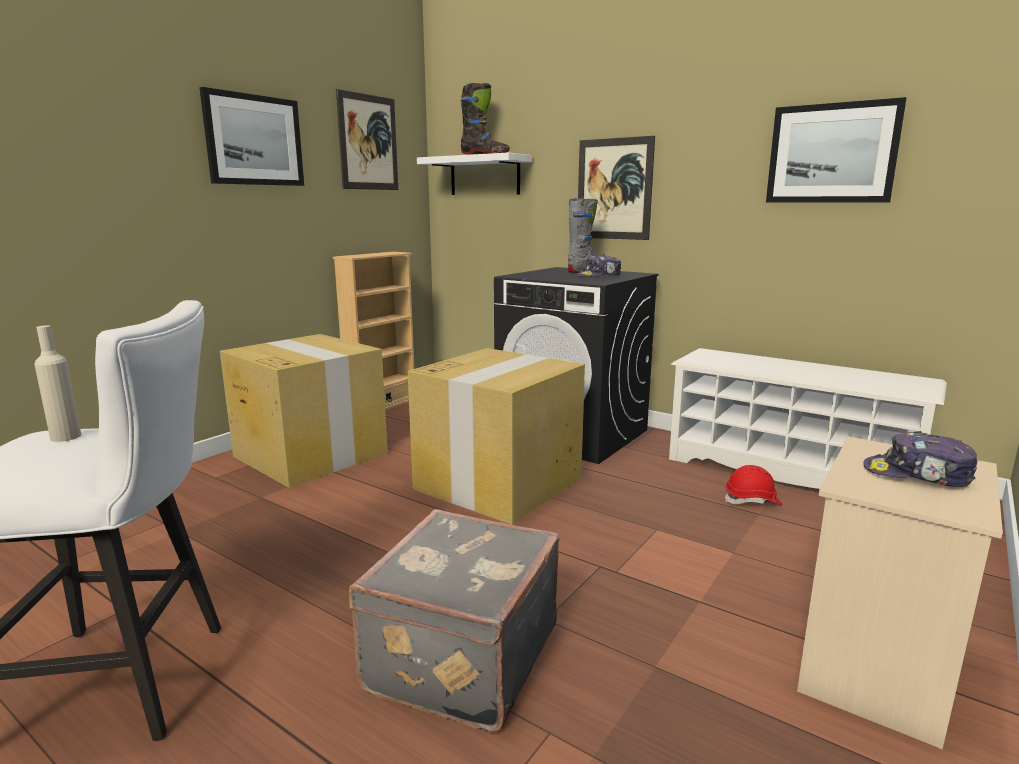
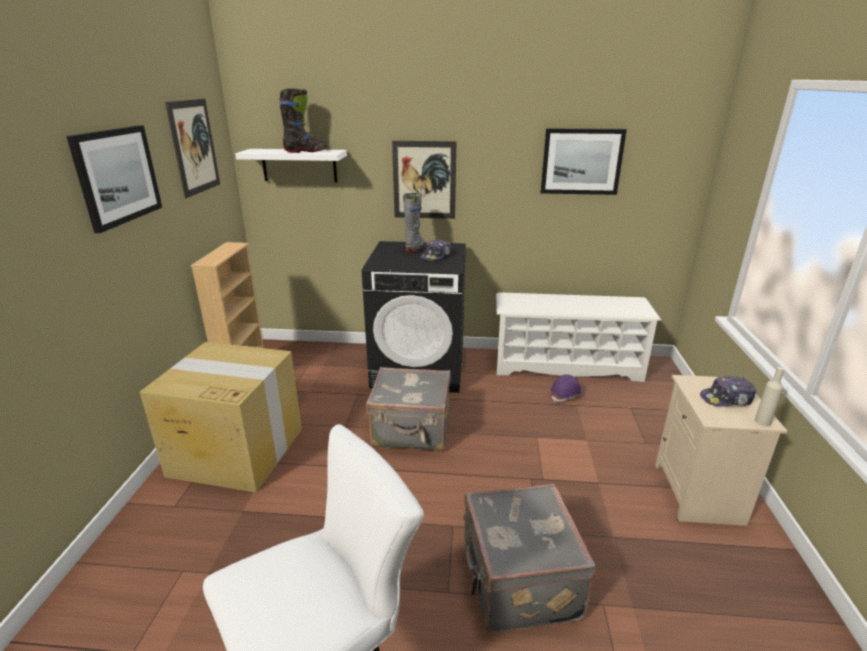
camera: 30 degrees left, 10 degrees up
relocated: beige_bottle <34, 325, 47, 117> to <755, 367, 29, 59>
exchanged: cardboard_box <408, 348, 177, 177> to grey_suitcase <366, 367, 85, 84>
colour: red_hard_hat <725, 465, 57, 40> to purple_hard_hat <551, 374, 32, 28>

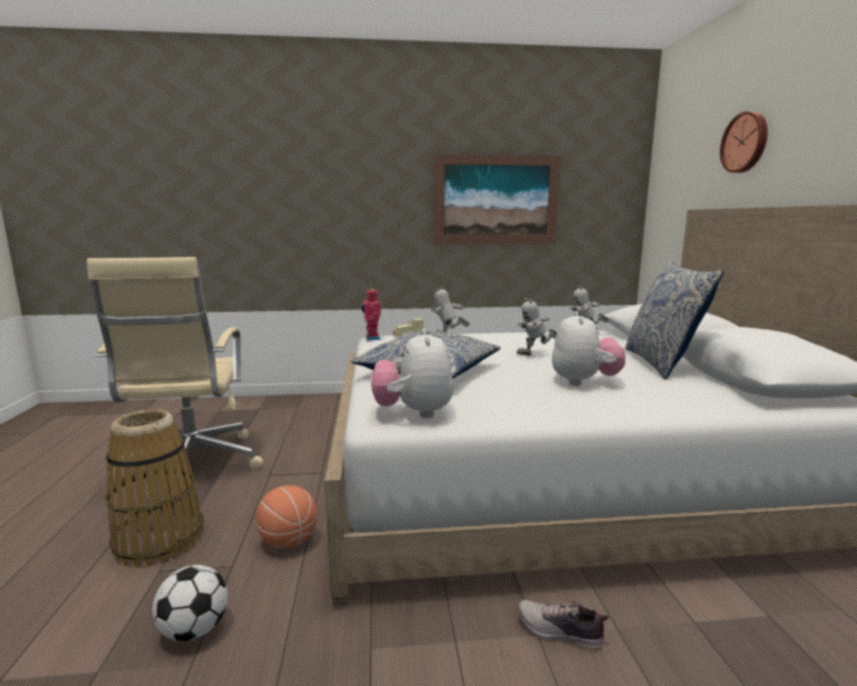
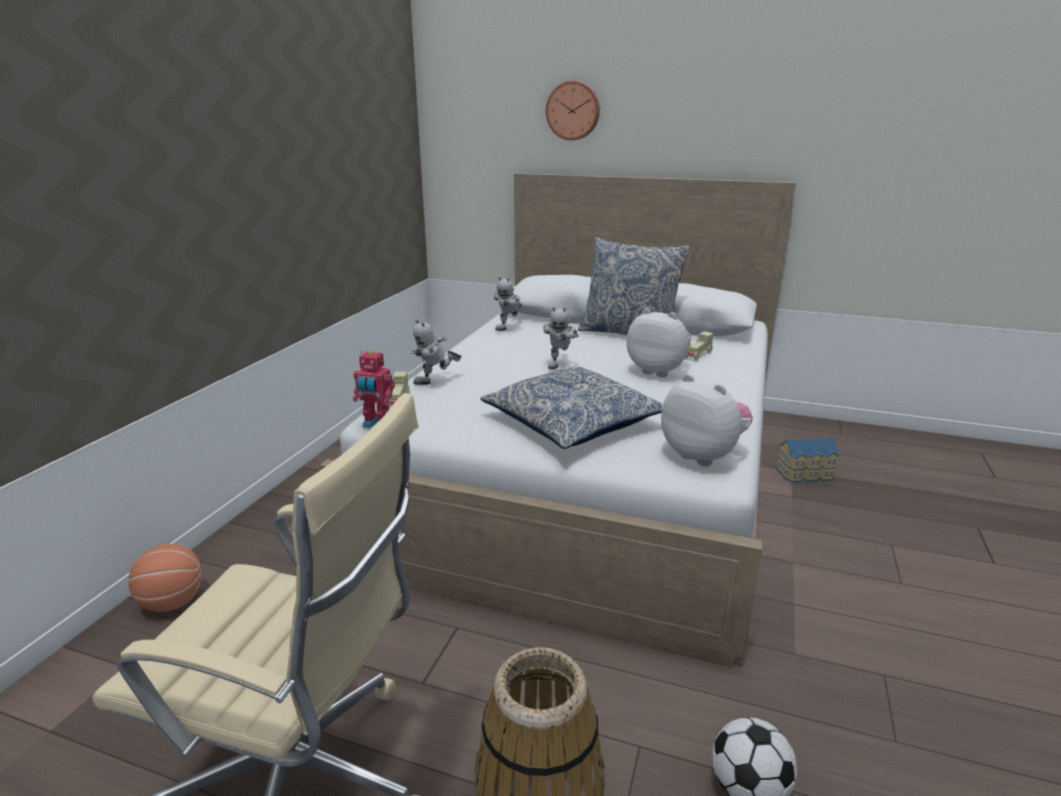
camera: 65 degrees left, 10 degrees up
missing: picture <434, 154, 126, 91>; shoe <518, 600, 91, 49>
appeared: beige_toy_car <685, 331, 29, 30>; toy_house <776, 438, 63, 45>
relocated: basketball <256, 485, 61, 64> to <129, 544, 73, 68>
spun: plush_toy <371, 329, 83, 89> = <661, 374, 92, 92> 150 degrees counterclockwise

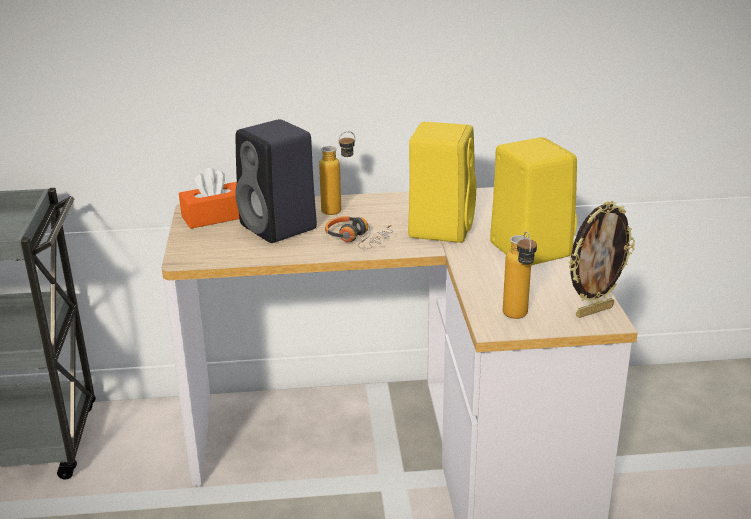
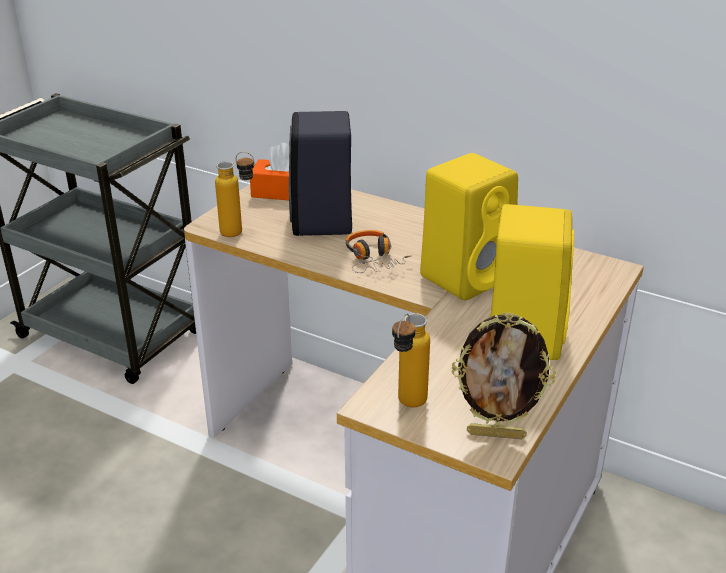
camera: 35 degrees right, 5 degrees up
relocated: bottle <319, 131, 36, 84> to <215, 151, 40, 86>

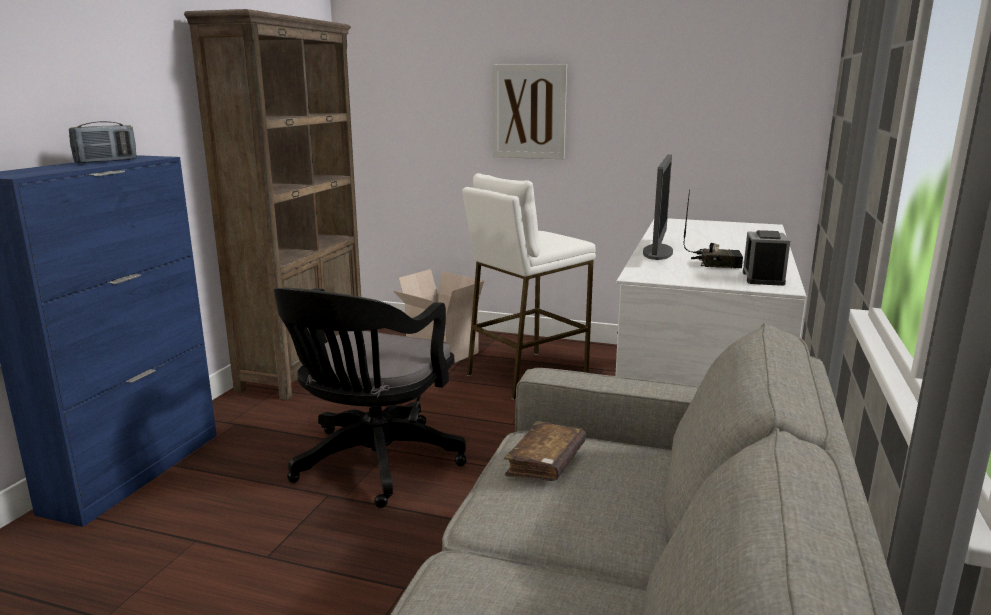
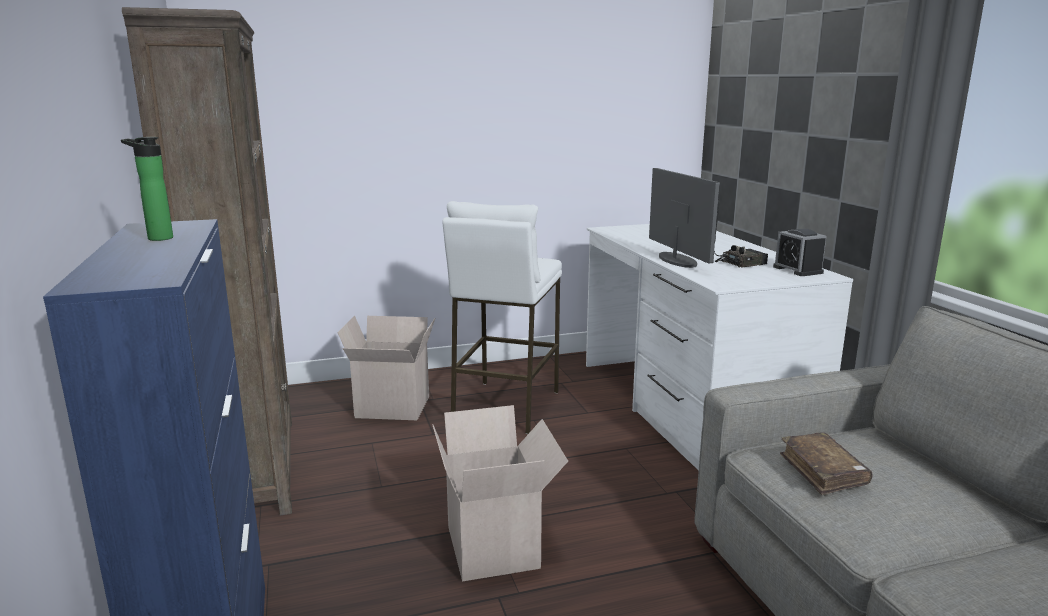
camera: 35 degrees left, 0 degrees up
missing: picture <493, 64, 74, 95>
exchanged: radio <69, 121, 68, 42> to bottle <121, 137, 52, 104>; black_office_chair <274, 287, 193, 221> to cardboard_box <432, 405, 136, 176>

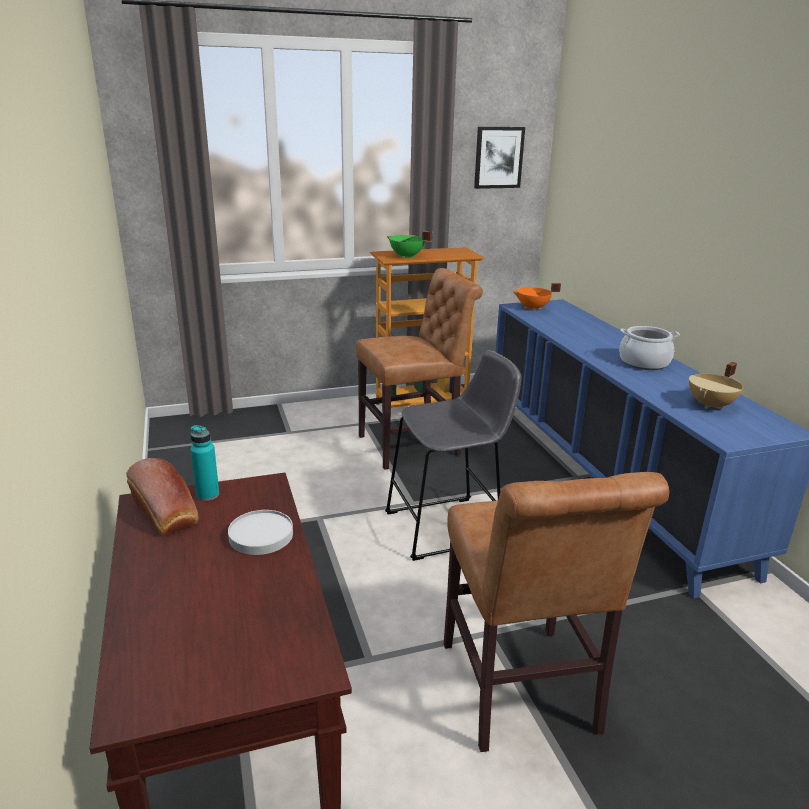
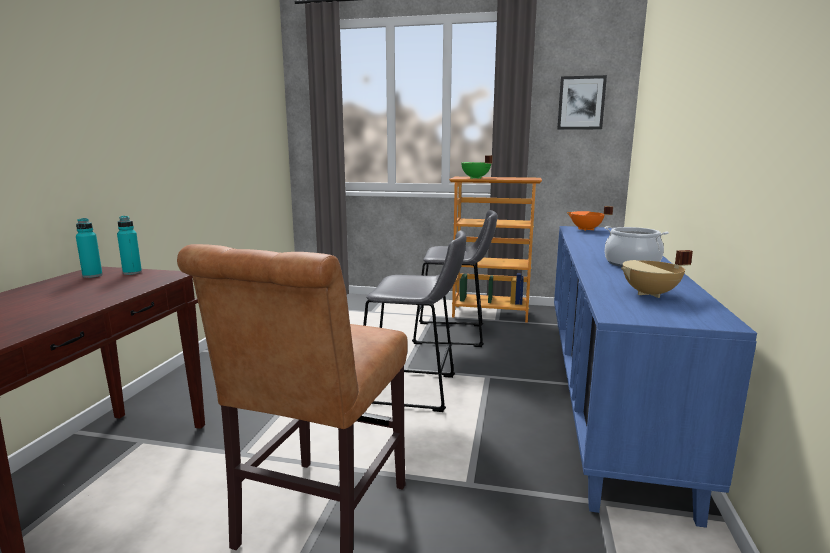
camera: 30 degrees right, 10 degrees down
missing: white_plate <228, 510, 65, 45>
exchanged: bread <126, 458, 73, 78> to turquoise_bottle <76, 218, 27, 60>; brown_chair <356, 268, 127, 202> to grey_stool <412, 210, 85, 137>

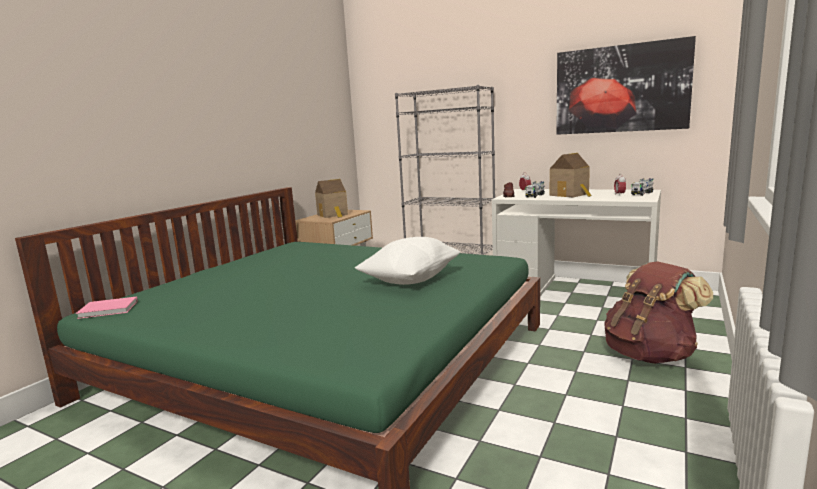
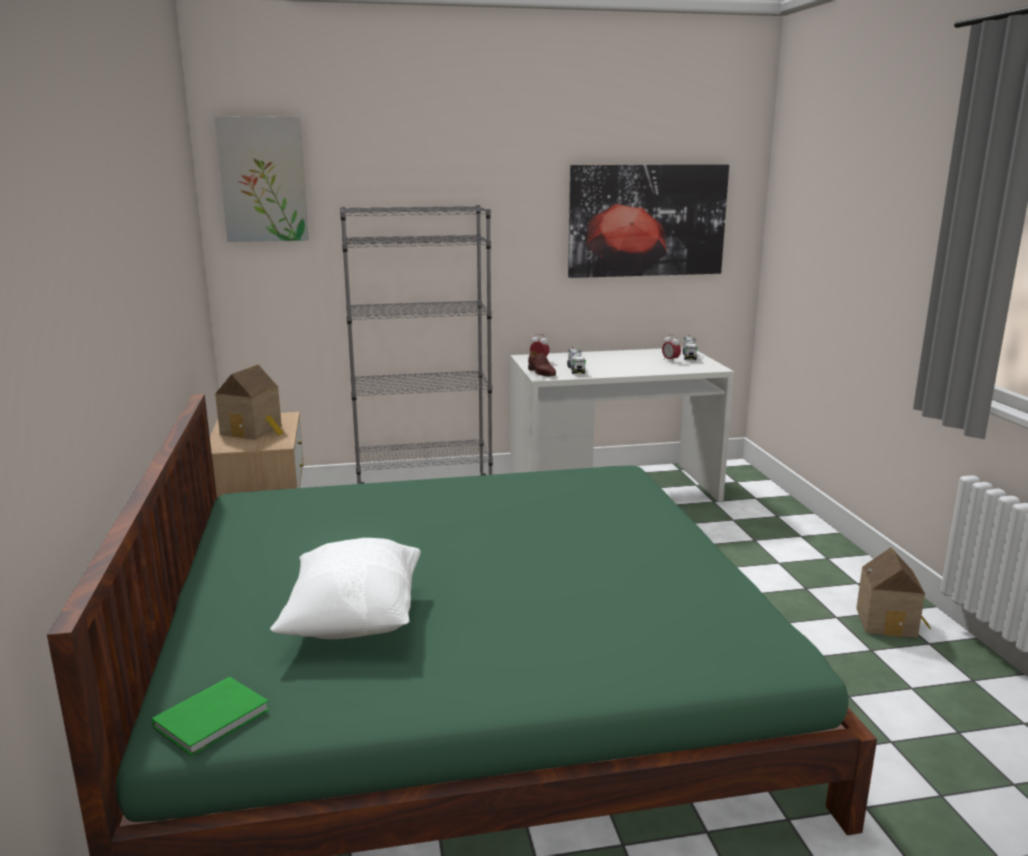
camera: 40 degrees left, 5 degrees up
missing: brown_backpack <604, 261, 109, 103>
appeared: picture <215, 116, 94, 126>
relocated: white_pillow <355, 237, 105, 48> to <270, 538, 151, 101>; toy_house <550, 153, 42, 45> to <856, 547, 75, 91>
colour: pink_book <76, 297, 62, 22> to green_book <152, 677, 117, 79>

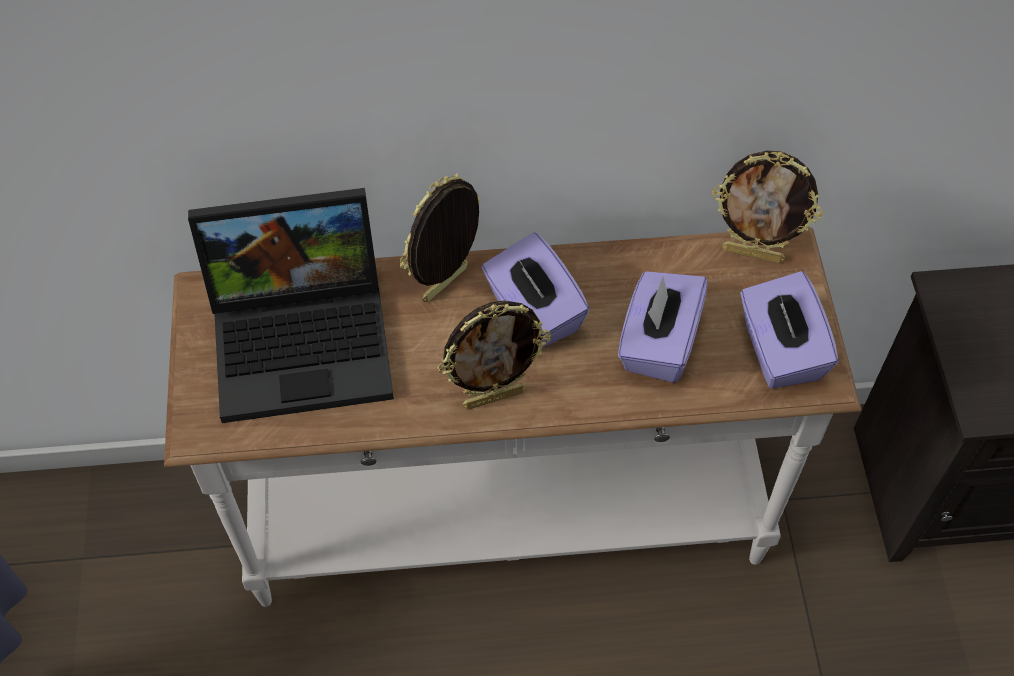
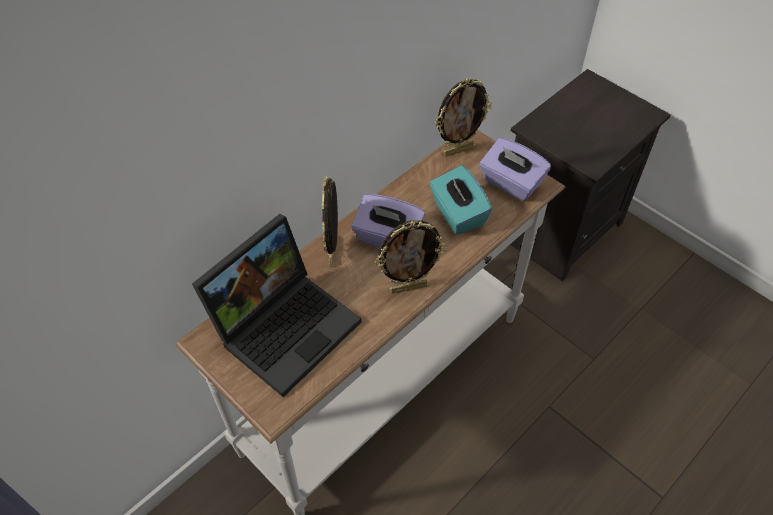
camera: 40 degrees left, 5 degrees down
colour: purple_tissue_box <618, 271, 90, 112> to turquoise_tissue_box <429, 165, 64, 70>
spun: picture_frame <437, 300, 114, 110> = <375, 220, 72, 74> 45 degrees clockwise

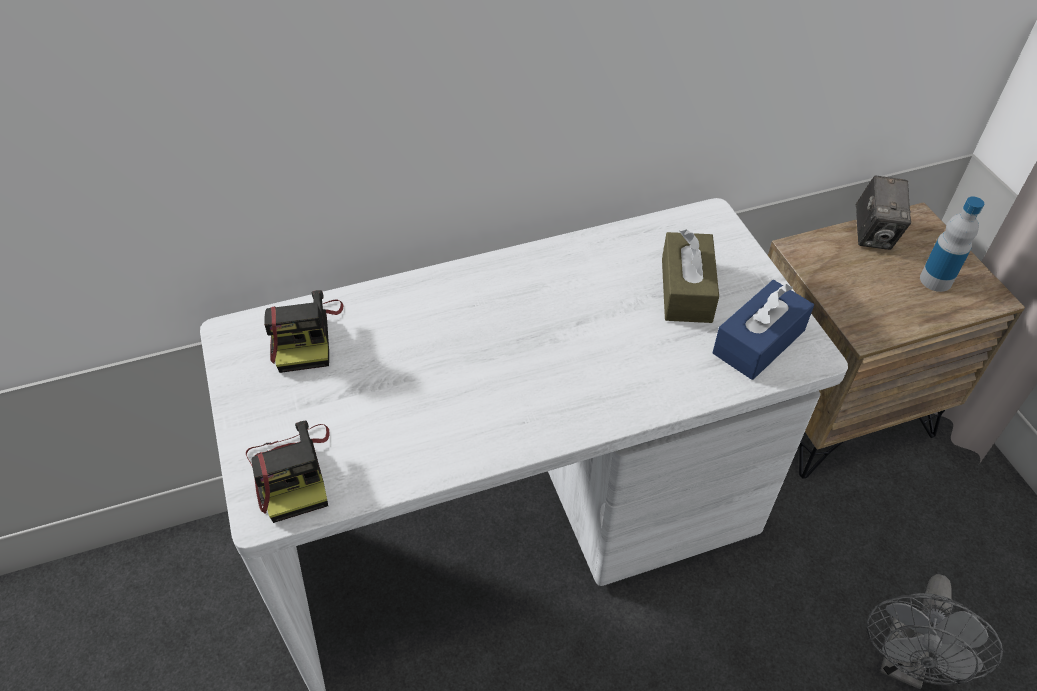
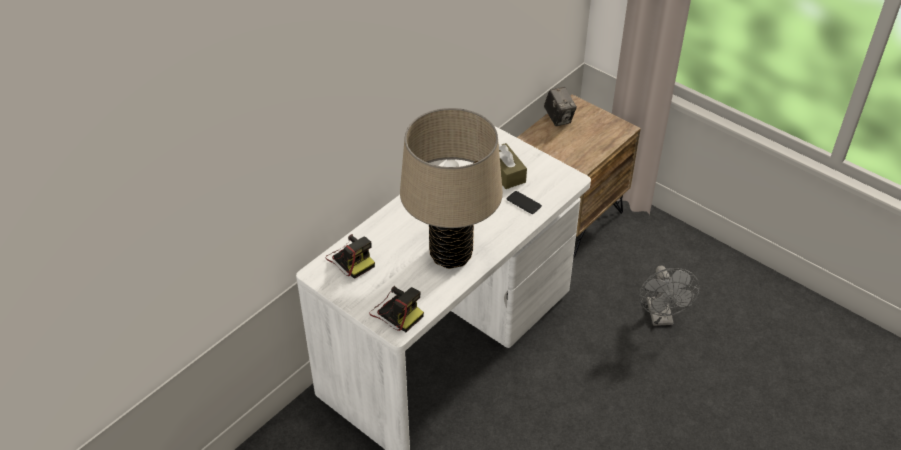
camera: 30 degrees left, 5 degrees down
missing: blue_tissue_box <713, 280, 101, 100>; bottle <920, 196, 64, 96>
appeared: beige_table_lamp <400, 108, 103, 161>; phone <507, 191, 35, 23>

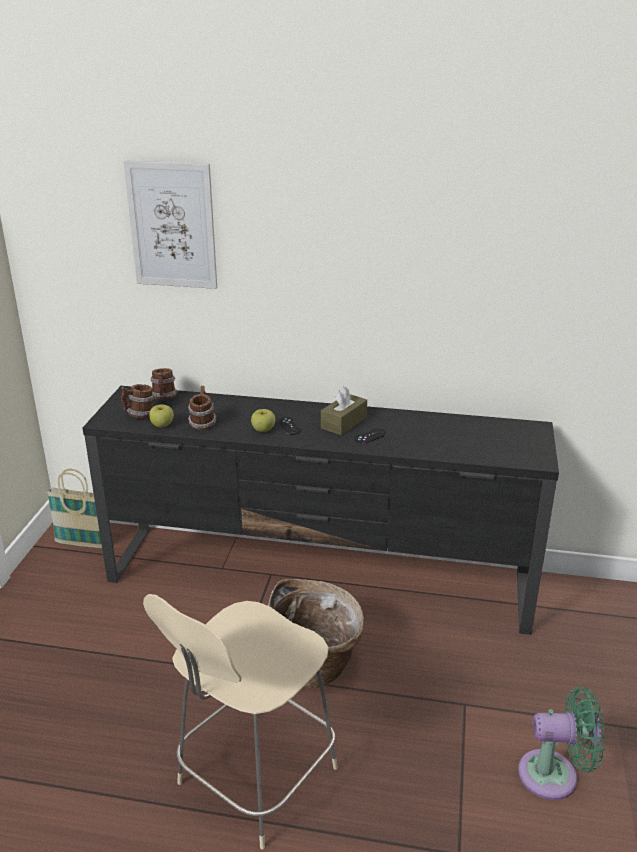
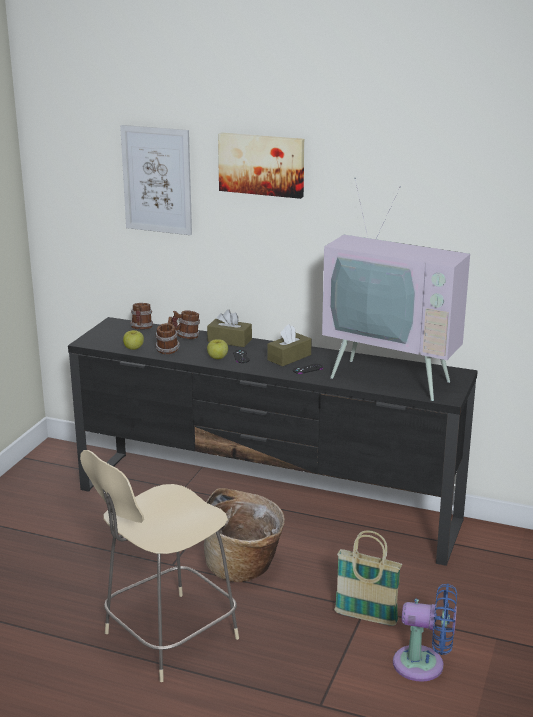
camera: 10 degrees right, 5 degrees down
appeared: brown_tissue_box <207, 309, 45, 38>; picture <218, 132, 86, 67>; television <322, 178, 148, 223>
relocated: basket <46, 469, 56, 79> to <334, 530, 68, 96>; mug <121, 384, 33, 34> to <172, 310, 28, 29>
colour: green_fan <518, 686, 87, 114> to blue_fan <393, 584, 64, 98>

